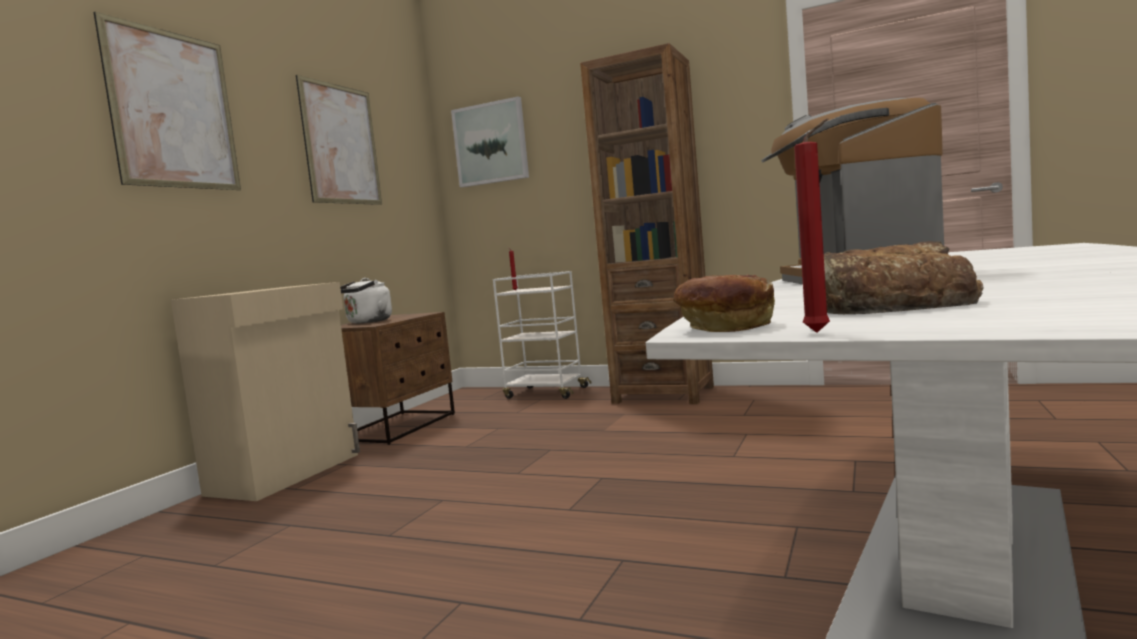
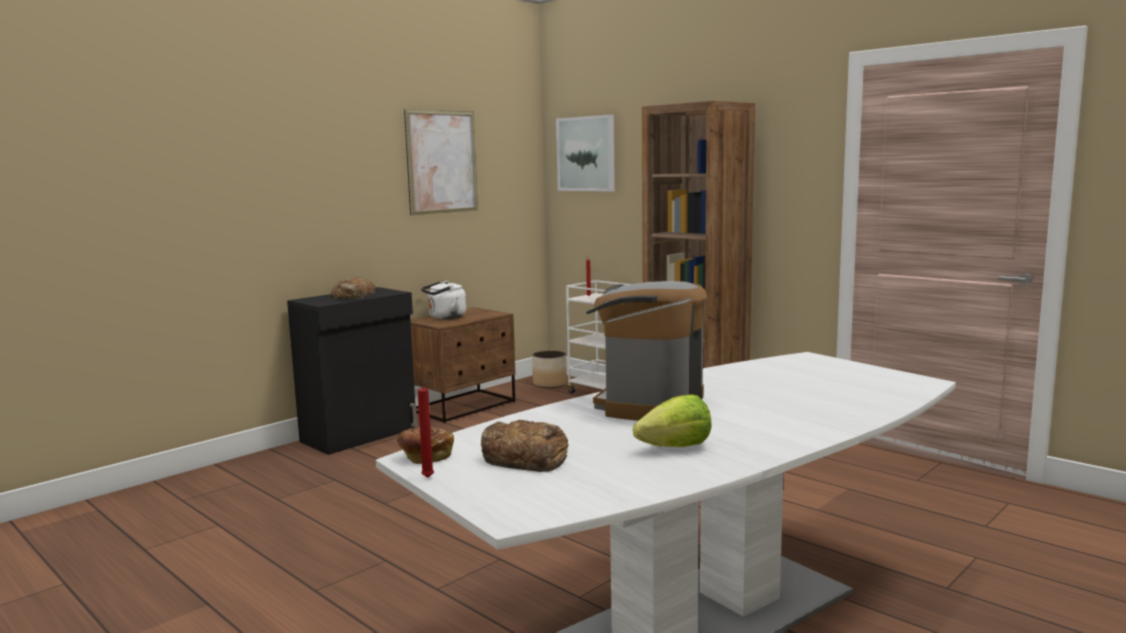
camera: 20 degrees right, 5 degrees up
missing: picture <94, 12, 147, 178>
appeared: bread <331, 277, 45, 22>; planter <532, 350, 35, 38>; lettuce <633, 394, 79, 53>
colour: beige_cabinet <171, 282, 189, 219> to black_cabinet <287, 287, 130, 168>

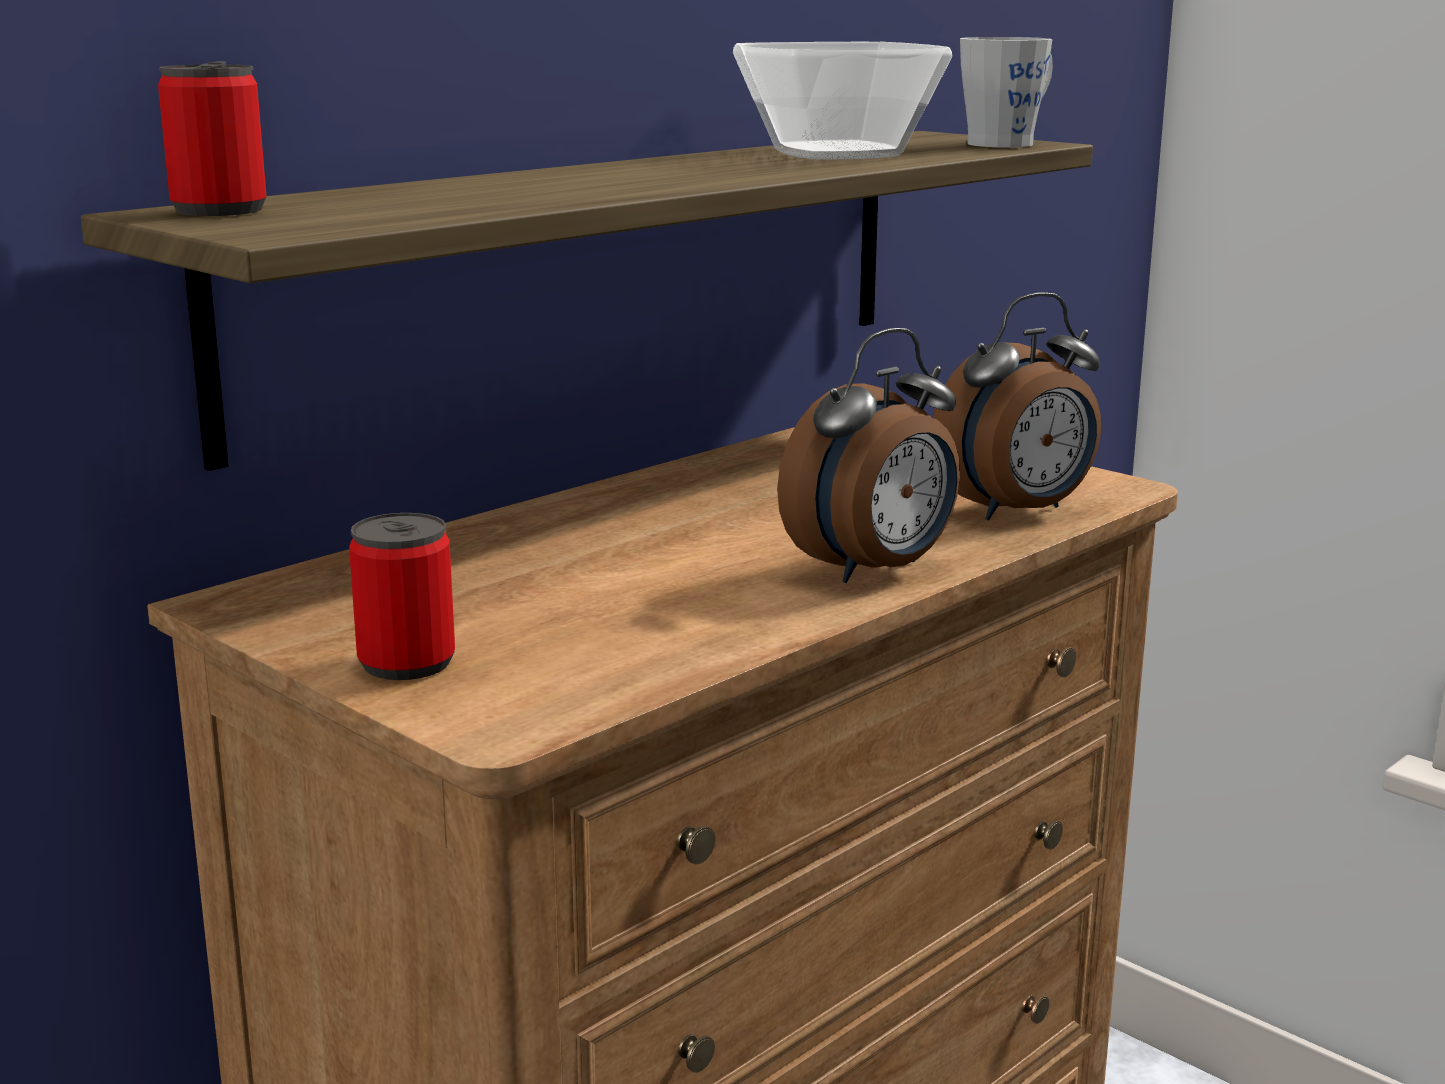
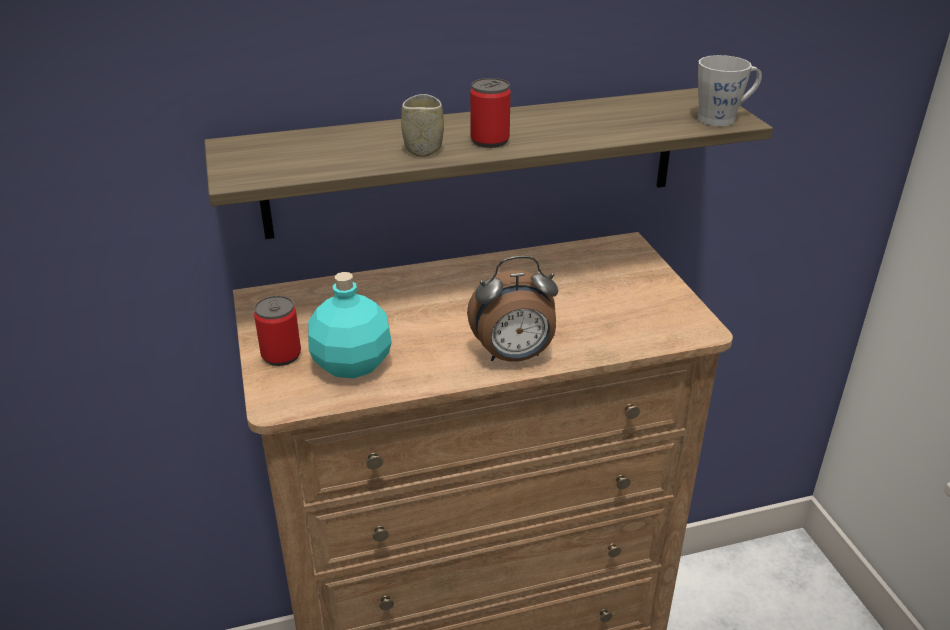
camera: 30 degrees right, 15 degrees up
missing: bowl <733, 42, 219, 118>; alarm_clock <933, 292, 168, 229>
appeared: turquoise_bottle <308, 272, 84, 107>; cup <401, 94, 43, 63>
relocated: can <158, 61, 109, 155> to <470, 78, 41, 70>

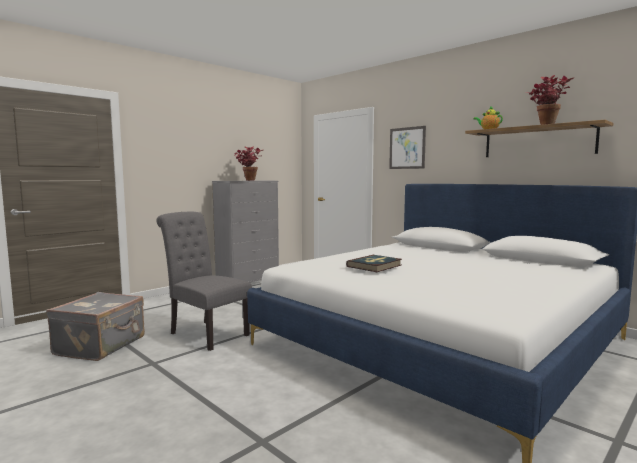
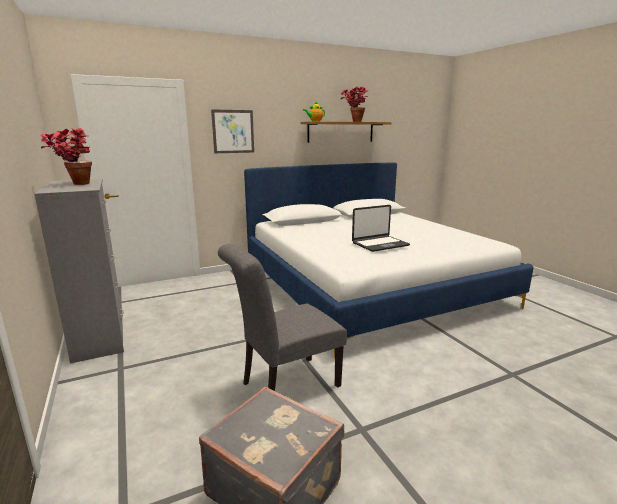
camera: 70 degrees left, 10 degrees up
exchanged: book <346, 255, 56, 17> to laptop <352, 205, 58, 47>

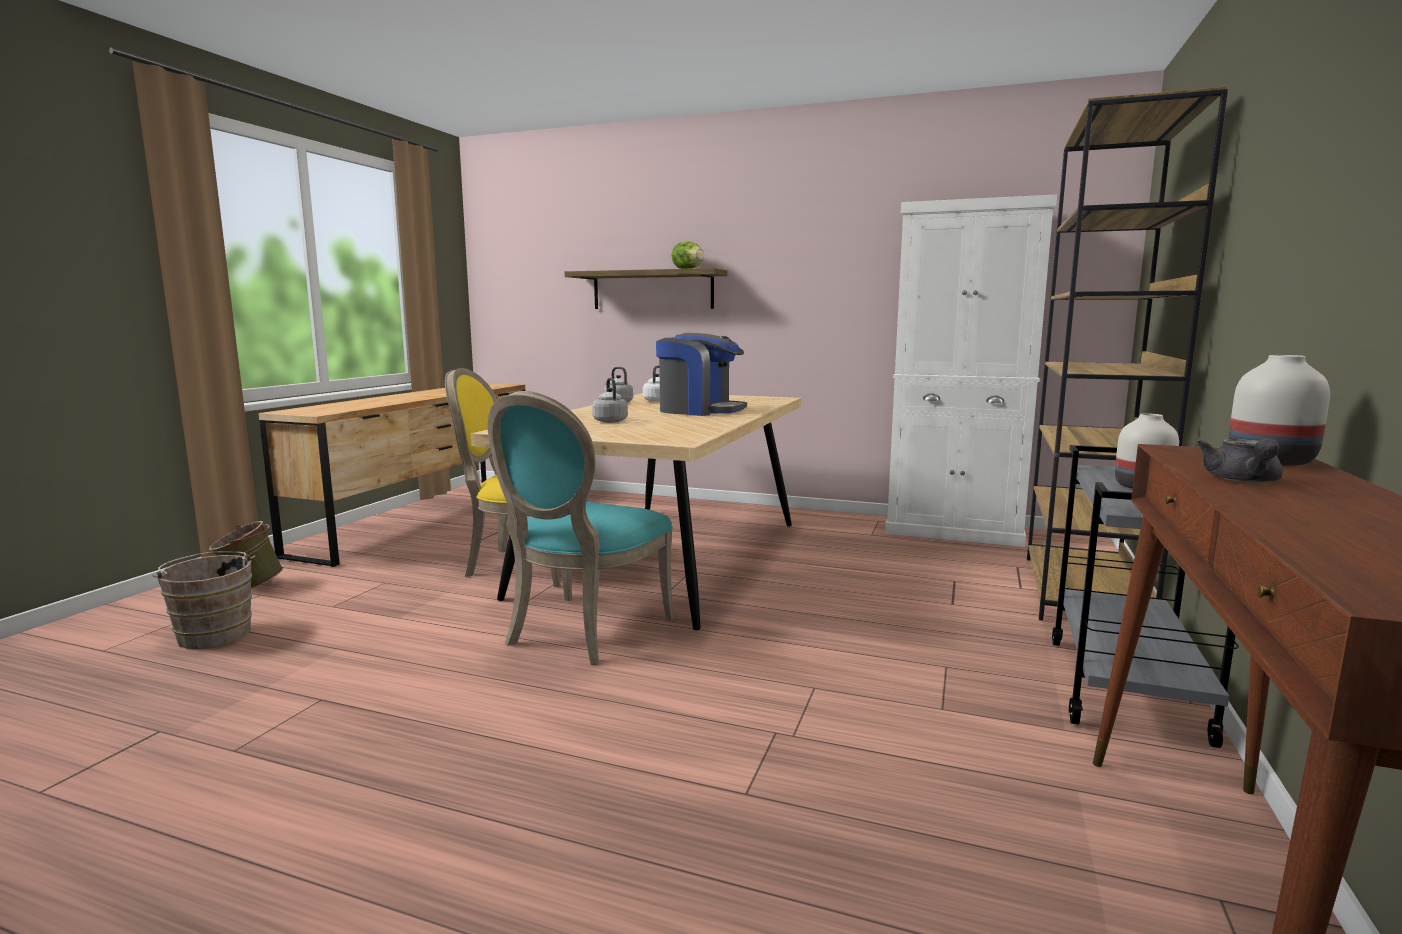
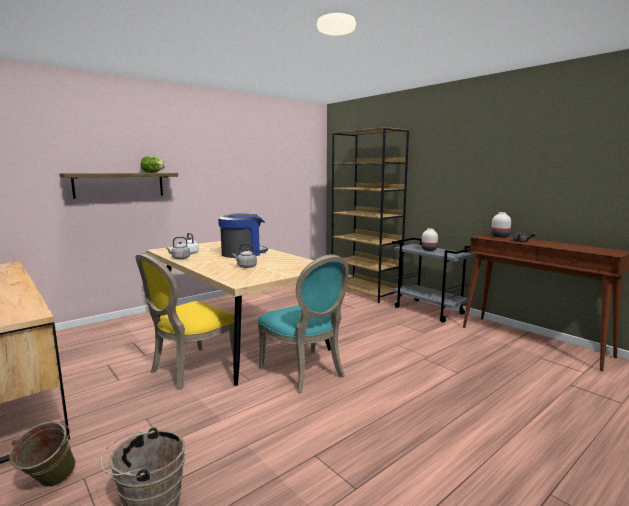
camera: 60 degrees left, 0 degrees up
missing: white_cabinet <885, 195, 172, 352>

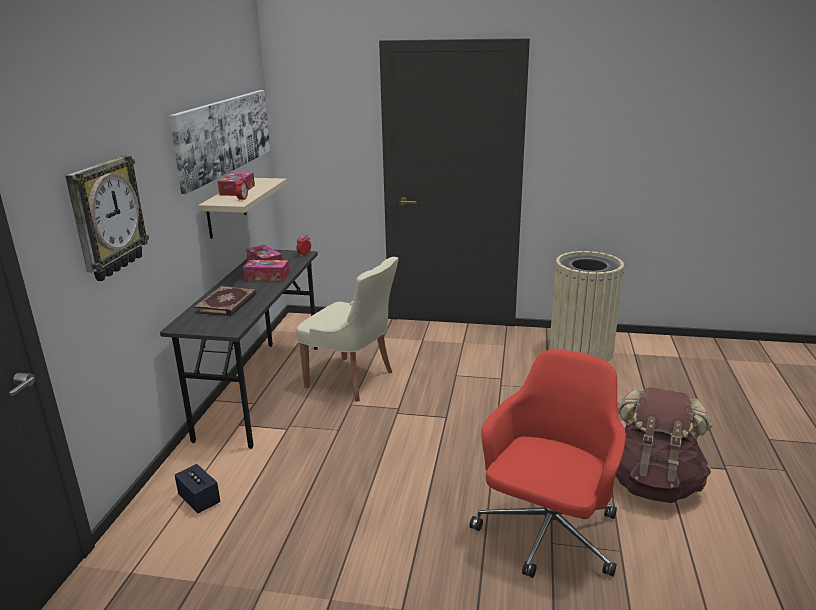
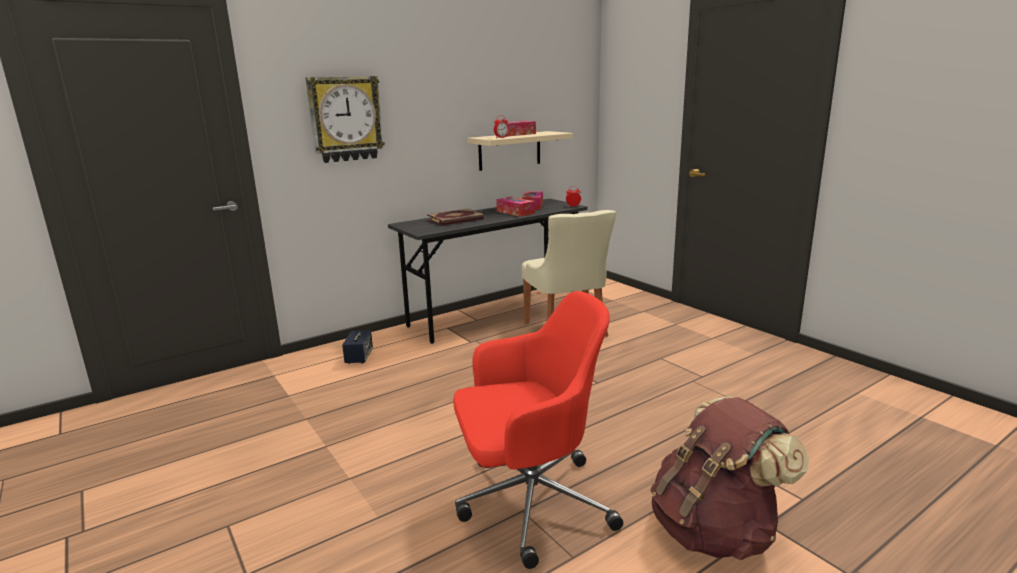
camera: 45 degrees right, 5 degrees down
missing: picture <169, 90, 101, 104>; beige_trash_can <549, 251, 75, 111>

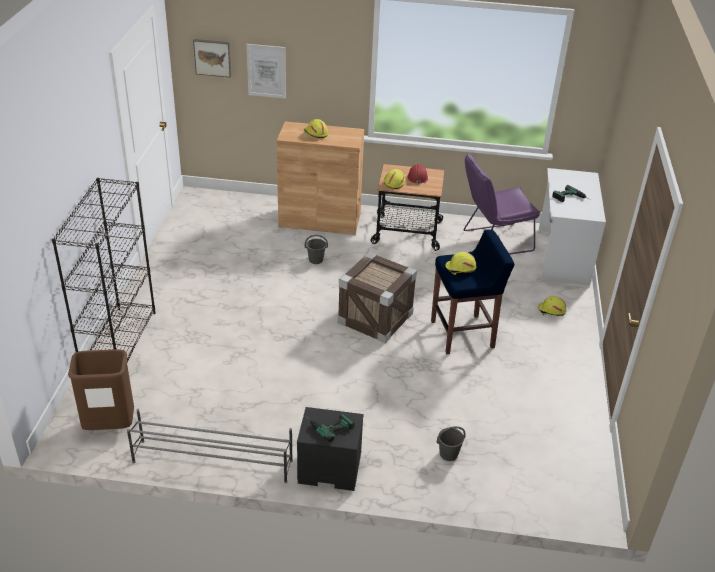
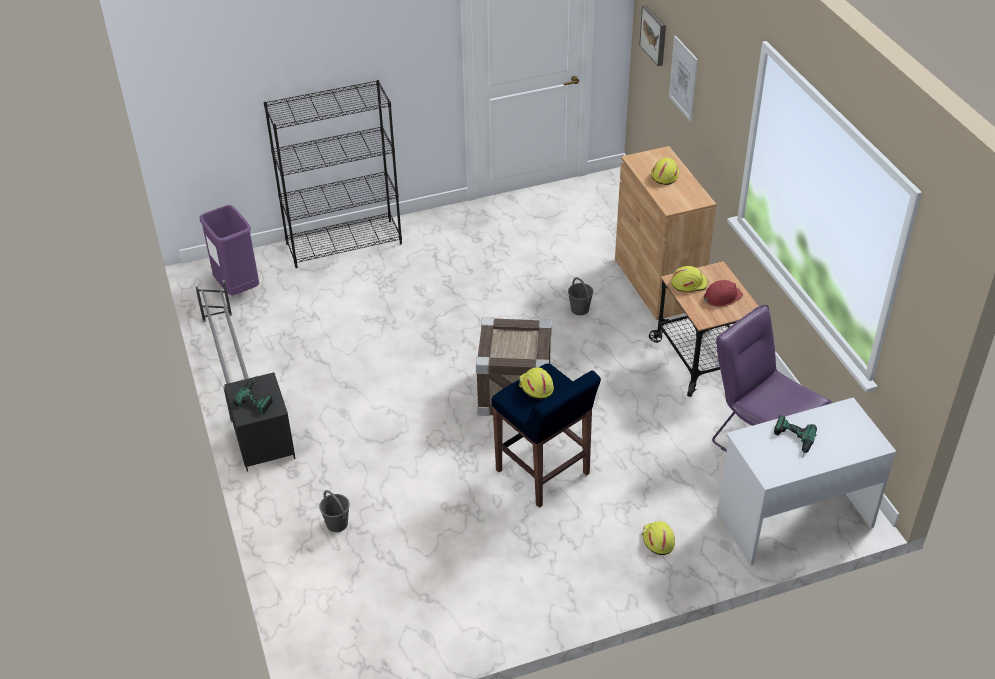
camera: 65 degrees right, 5 degrees up
colour: brown_trash_can <68, 349, 66, 81> to purple_trash_can <200, 205, 59, 90>

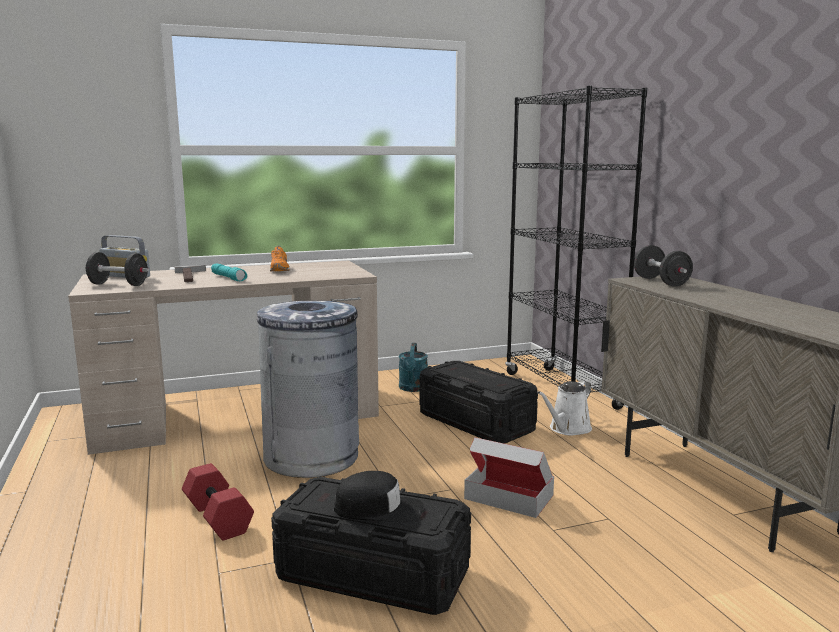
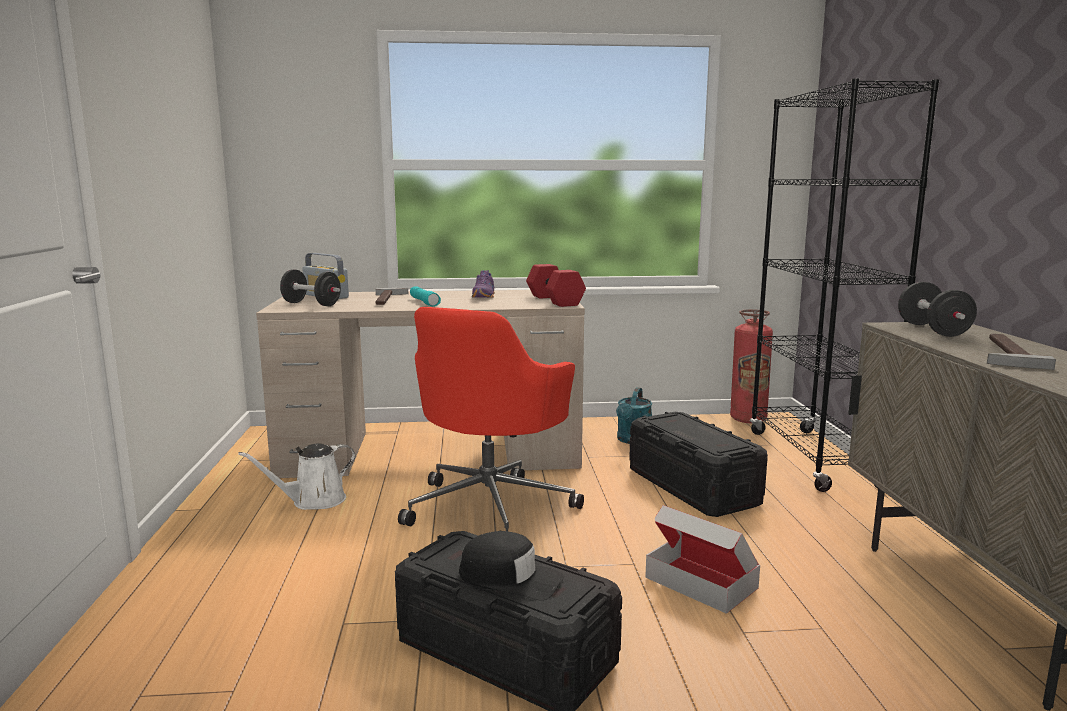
camera: 15 degrees right, 0 degrees up
appeared: fire_extinguisher <730, 309, 43, 114>; hammer <987, 334, 69, 36>
relocated: red_dumbbell <182, 463, 72, 78> to <526, 264, 60, 43>; white_watering_can <537, 381, 55, 55> to <238, 443, 117, 67>
exchanged: grey_trash_can <257, 301, 102, 177> to red_office_chair <398, 307, 186, 224>
colour: orange_shoe <270, 246, 20, 25> to purple_shoe <472, 270, 23, 28>

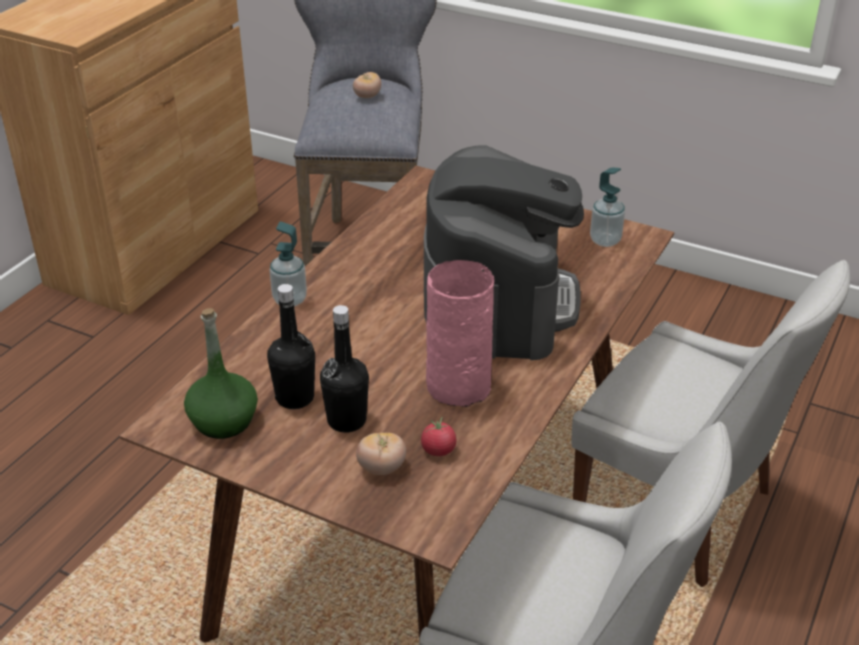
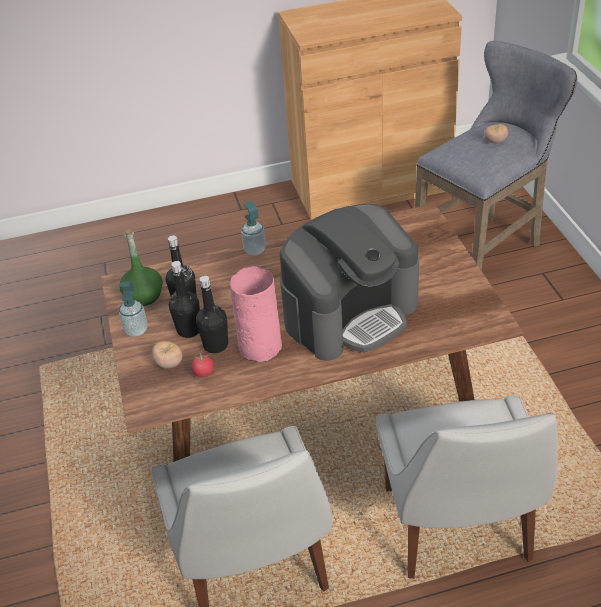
camera: 50 degrees right, 5 degrees up
appeared: black_bottle <196, 276, 32, 77>
relocated: soap_dispenser <590, 167, 35, 80> to <119, 282, 28, 55>

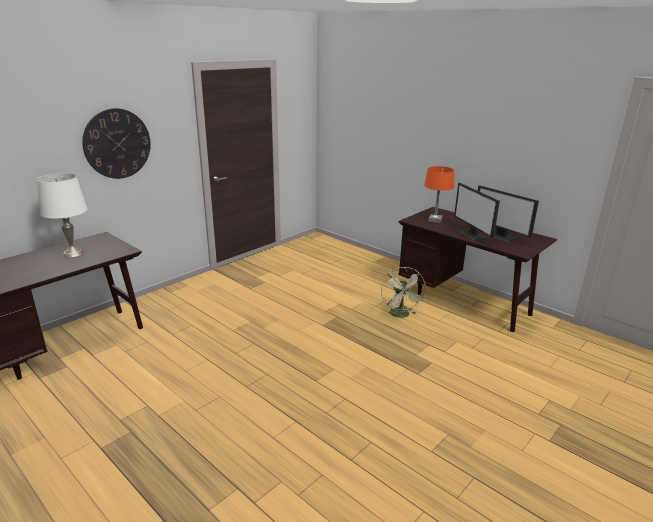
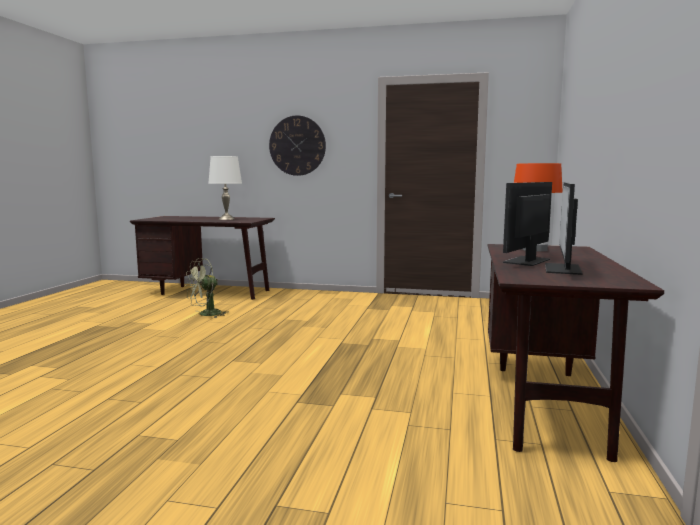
camera: 60 degrees right, 15 degrees down
relocated: green_fan <381, 267, 45, 51> to <185, 258, 43, 60>

